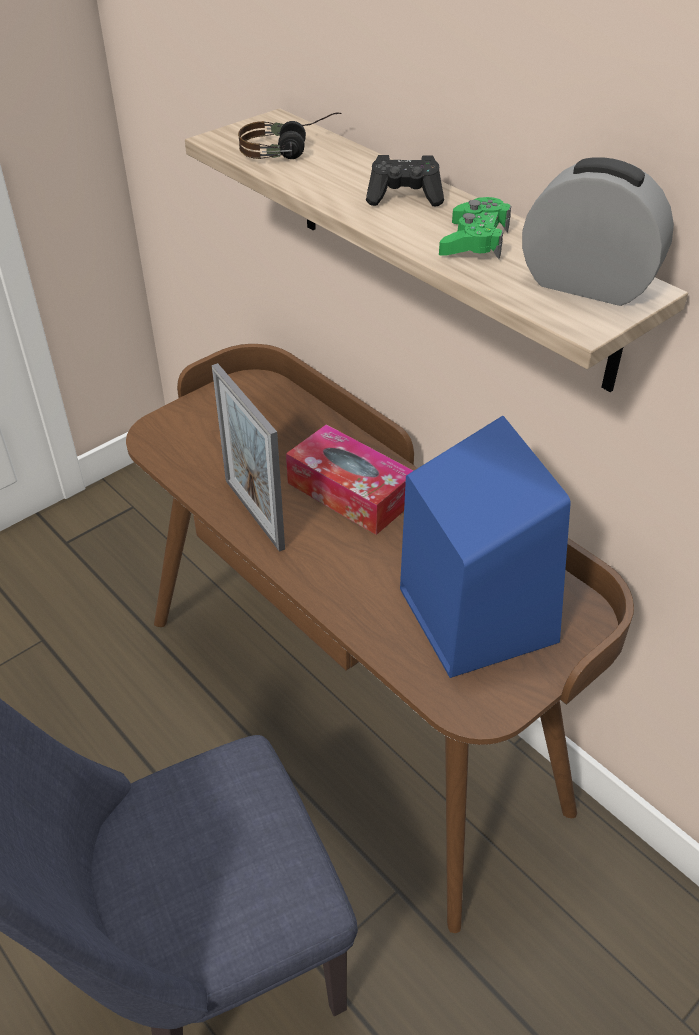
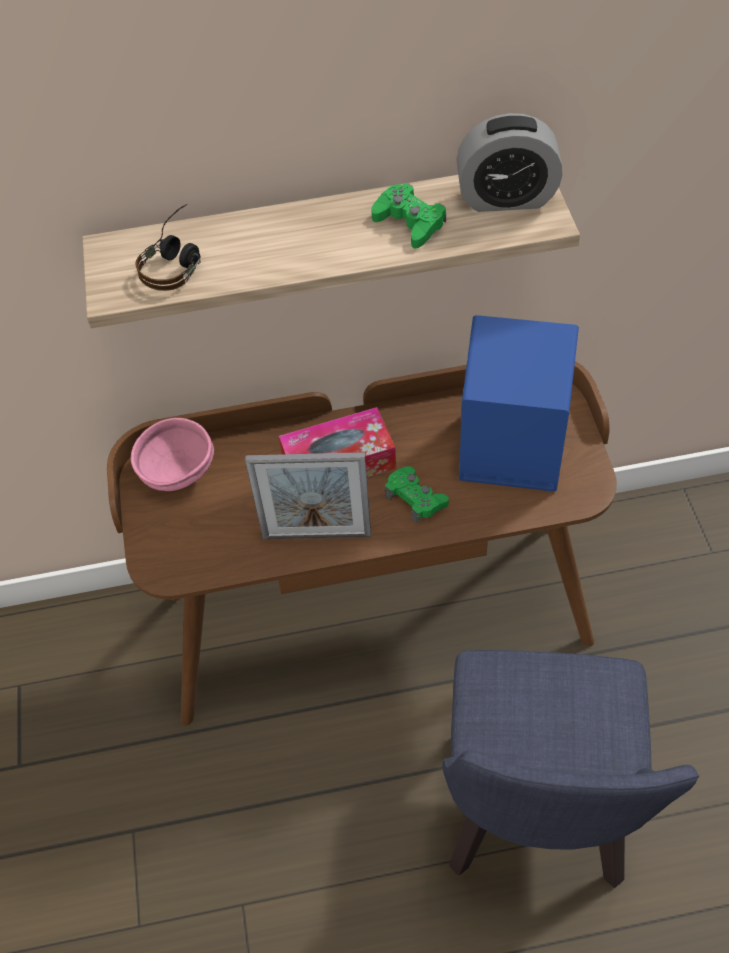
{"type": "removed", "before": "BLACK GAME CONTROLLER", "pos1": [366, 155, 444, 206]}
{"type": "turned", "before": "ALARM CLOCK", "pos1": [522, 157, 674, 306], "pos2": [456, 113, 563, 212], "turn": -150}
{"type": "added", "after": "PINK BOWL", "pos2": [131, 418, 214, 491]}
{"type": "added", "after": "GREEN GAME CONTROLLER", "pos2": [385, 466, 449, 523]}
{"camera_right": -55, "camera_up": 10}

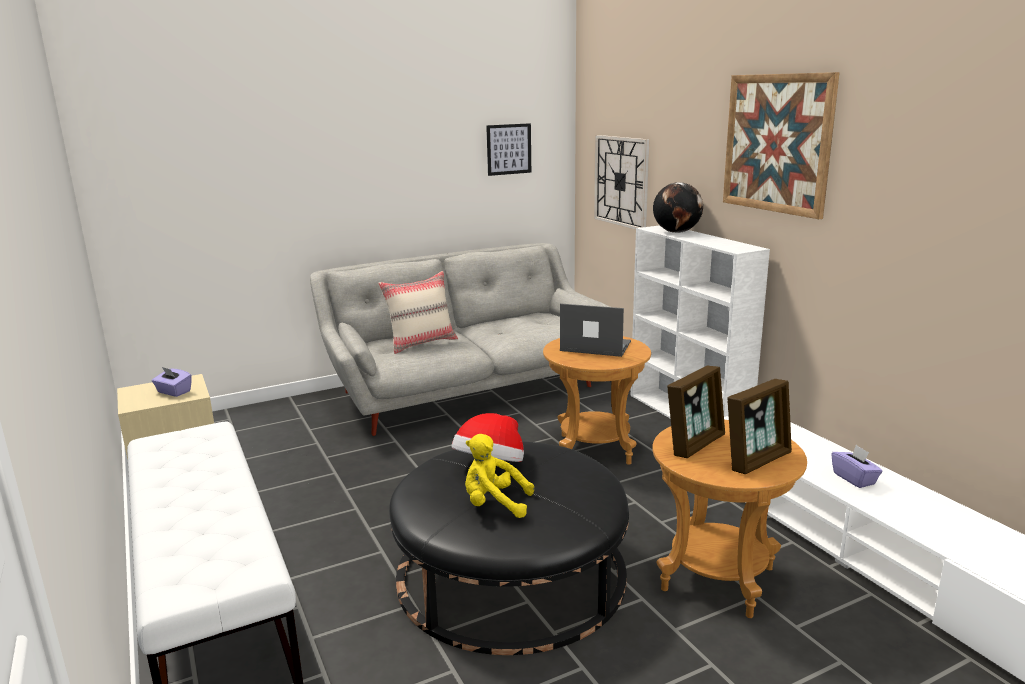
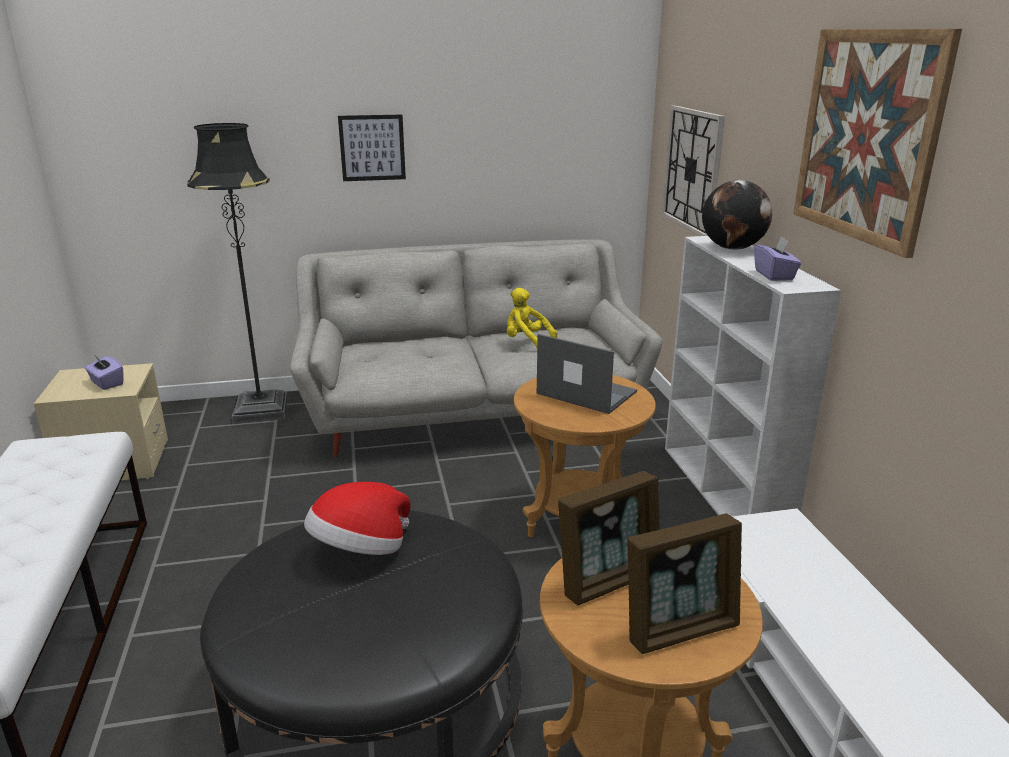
{"type": "removed", "before": "BEIGE PILLOW", "pos1": [378, 271, 458, 354]}
{"type": "moved", "before": "YELLOW PLUSH TOY", "pos1": [465, 434, 534, 518], "pos2": [507, 288, 557, 347]}
{"type": "moved", "before": "PICTURE", "pos1": [486, 123, 531, 176], "pos2": [338, 115, 406, 181]}
{"type": "moved", "before": "PURPLE TISSUE BOX", "pos1": [831, 445, 883, 488], "pos2": [754, 236, 801, 281]}
{"type": "added", "after": "BLACK FLOOR LAMP", "pos2": [187, 123, 288, 424]}
{"camera_right": 15, "camera_up": 5}

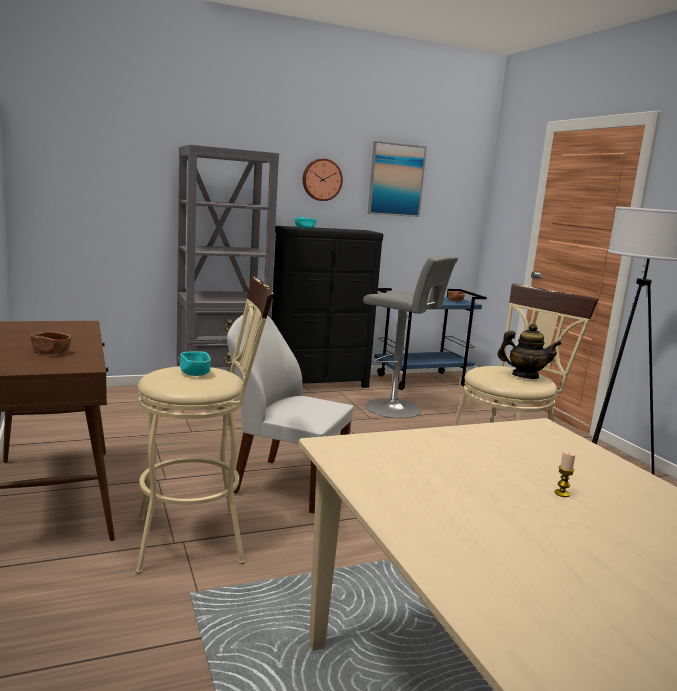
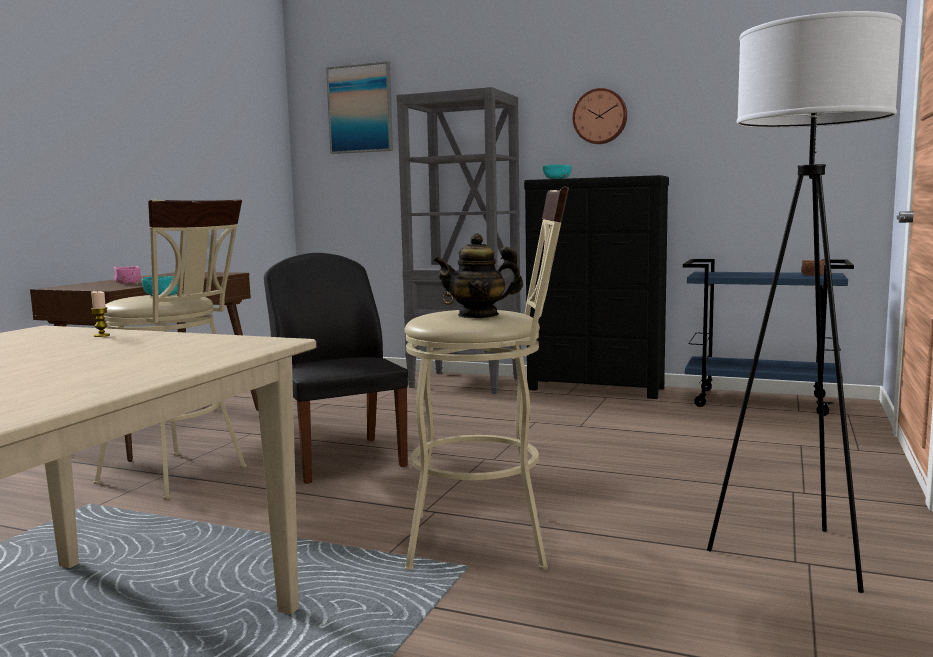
{"type": "recoloured", "before": "BROWN BOWL", "after": "PINK BOWL", "pos1": [30, 331, 71, 354], "pos2": [114, 266, 141, 284]}
{"type": "recoloured", "before": "WHITE CHAIR", "after": "BLACK CHAIR", "pos1": [227, 312, 354, 513], "pos2": [264, 253, 408, 484]}
{"type": "removed", "before": "GREY STOOL", "pos1": [363, 254, 459, 418]}
{"type": "moved", "before": "PICTURE", "pos1": [368, 141, 427, 217], "pos2": [326, 61, 393, 154]}
{"type": "turned", "before": "TEAPOT", "pos1": [497, 324, 561, 379], "pos2": [433, 233, 523, 318], "turn": 120}
{"type": "moved", "before": "CANDLE", "pos1": [555, 451, 575, 497], "pos2": [91, 291, 110, 337]}
{"camera_right": 45, "camera_up": -5}

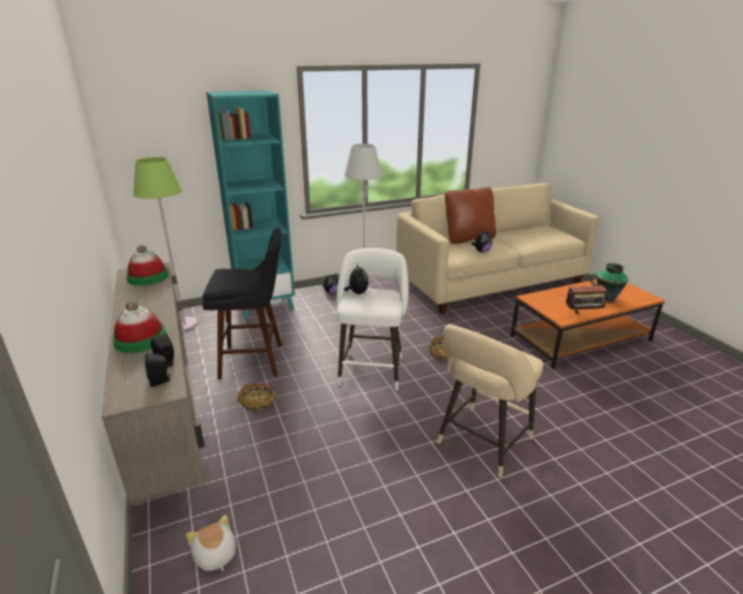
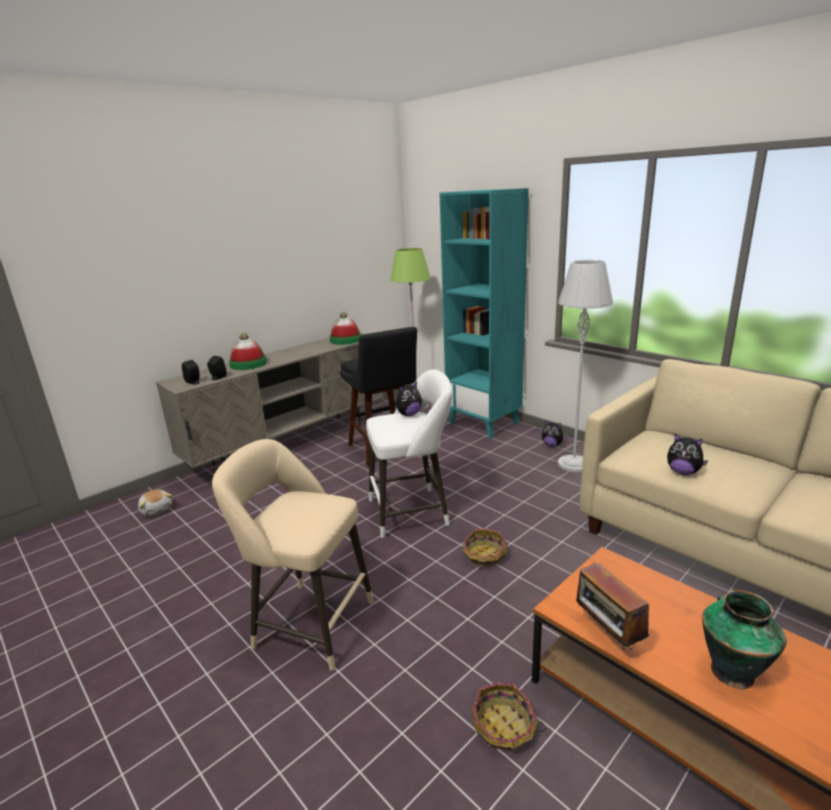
{"type": "turned", "before": "PLUSH TOY", "pos1": [186, 515, 236, 571], "pos2": [138, 489, 172, 516], "turn": 105}
{"type": "moved", "before": "BASKET", "pos1": [237, 383, 275, 412], "pos2": [472, 683, 546, 750]}
{"type": "removed", "before": "BROWN PILLOW", "pos1": [445, 187, 496, 244]}
{"camera_right": 70, "camera_up": -5}

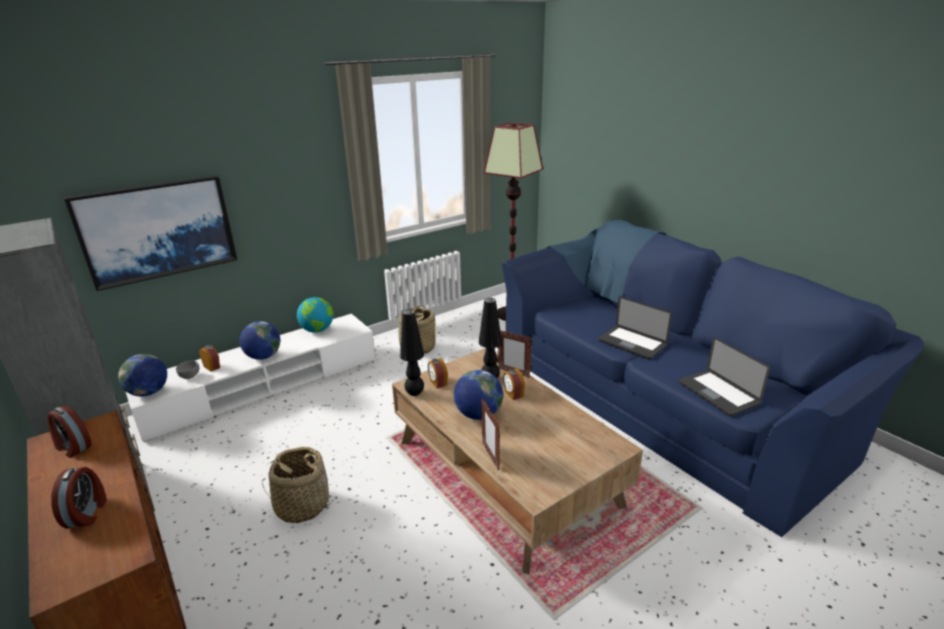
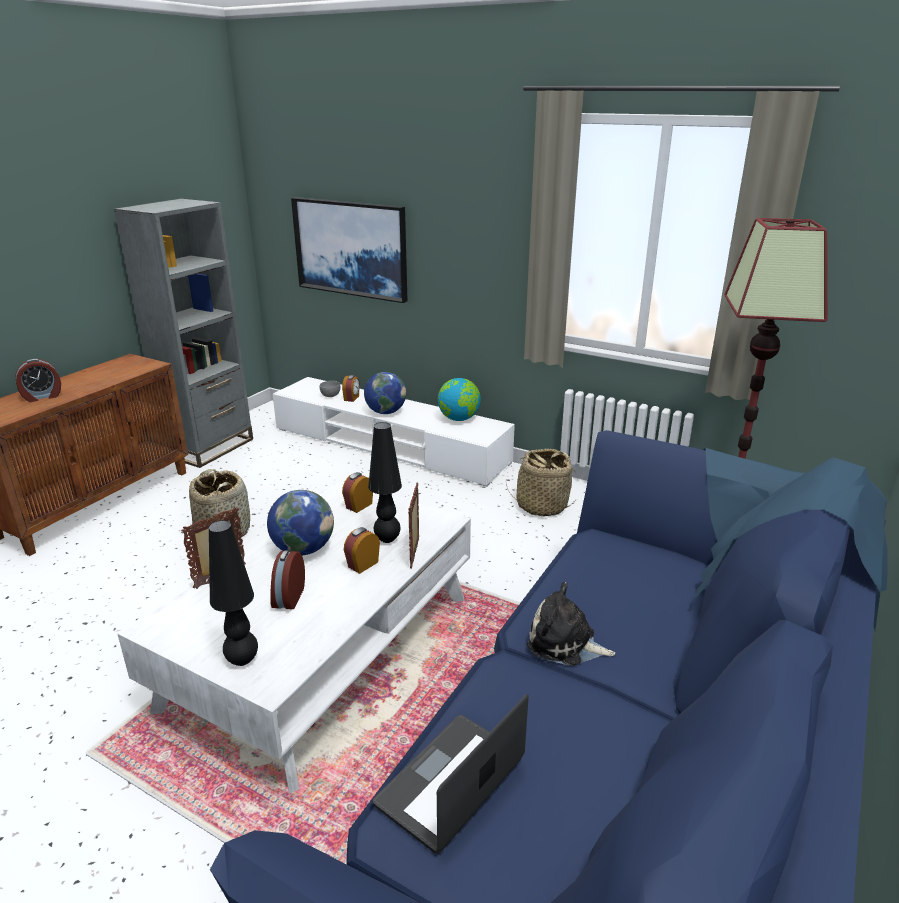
{"type": "moved", "before": "ALARM CLOCK", "pos1": [47, 405, 91, 458], "pos2": [271, 550, 305, 609]}
{"type": "removed", "before": "GLOBE", "pos1": [118, 354, 167, 397]}
{"type": "recoloured", "before": "BROWN COFFEE TABLE", "after": "WHITE COFFEE TABLE", "pos1": [392, 348, 643, 575], "pos2": [117, 480, 471, 793]}
{"type": "moved", "before": "BLACK TABLE LAMP", "pos1": [400, 309, 424, 396], "pos2": [209, 520, 258, 666]}
{"type": "replaced", "before": "LAPTOP", "after": "PLUSH TOY", "pos1": [598, 296, 672, 359], "pos2": [527, 582, 615, 666]}
{"camera_right": 65, "camera_up": 0}

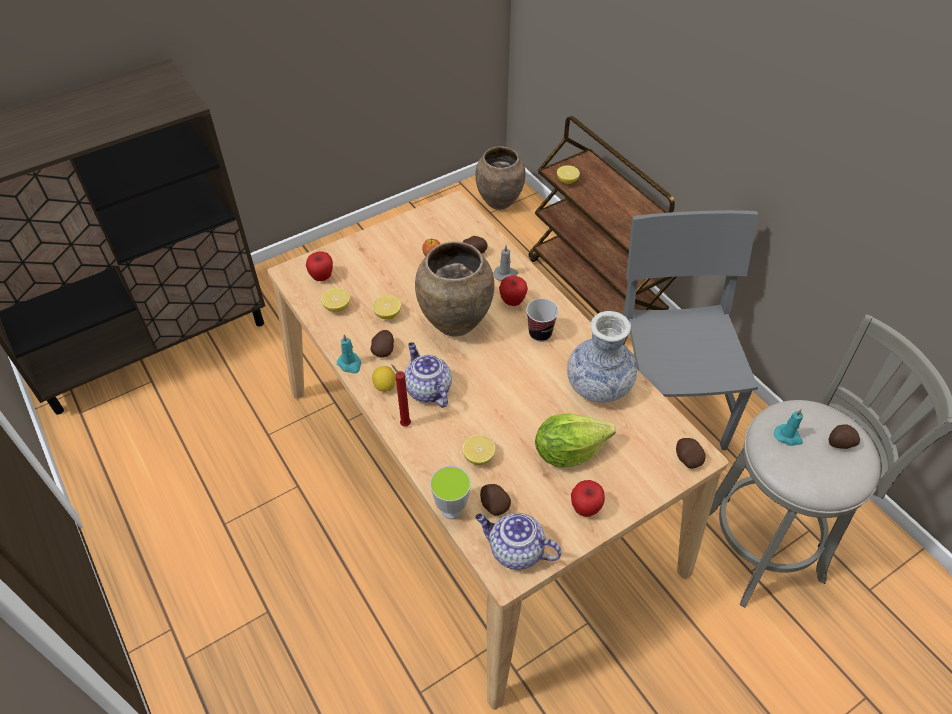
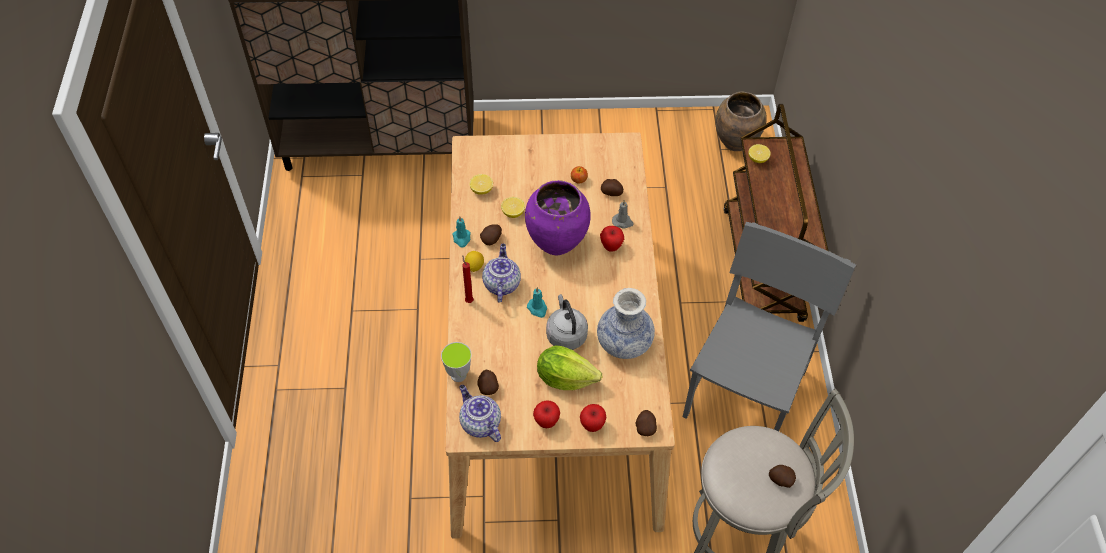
{"type": "moved", "before": "APPLE", "pos1": [306, 251, 333, 281], "pos2": [580, 404, 607, 432]}
{"type": "recoloured", "before": "BROWN VASE", "after": "PURPLE VASE", "pos1": [415, 241, 495, 336], "pos2": [525, 180, 591, 255]}
{"type": "removed", "before": "LEMON", "pos1": [462, 435, 496, 465]}
{"type": "removed", "before": "CUP", "pos1": [526, 299, 559, 342]}
{"type": "moved", "before": "TURQUOISE CANDLE", "pos1": [774, 409, 804, 446], "pos2": [527, 287, 547, 318]}
{"type": "added", "after": "GREY KETTLE", "pos2": [546, 294, 588, 350]}
{"camera_right": 30, "camera_up": 5}

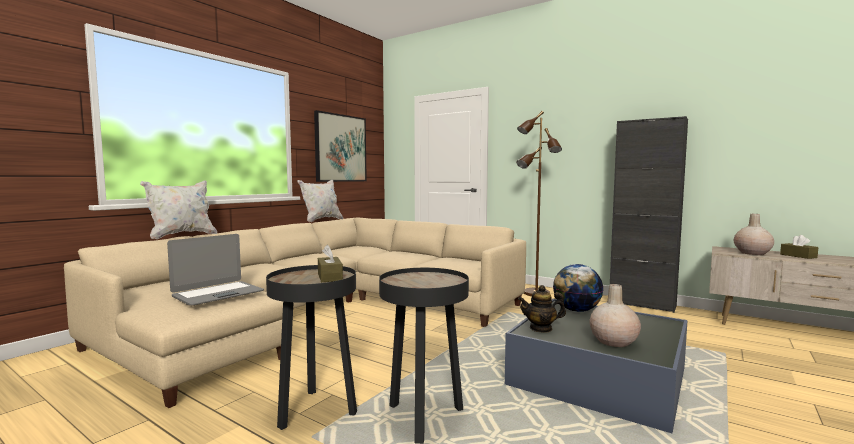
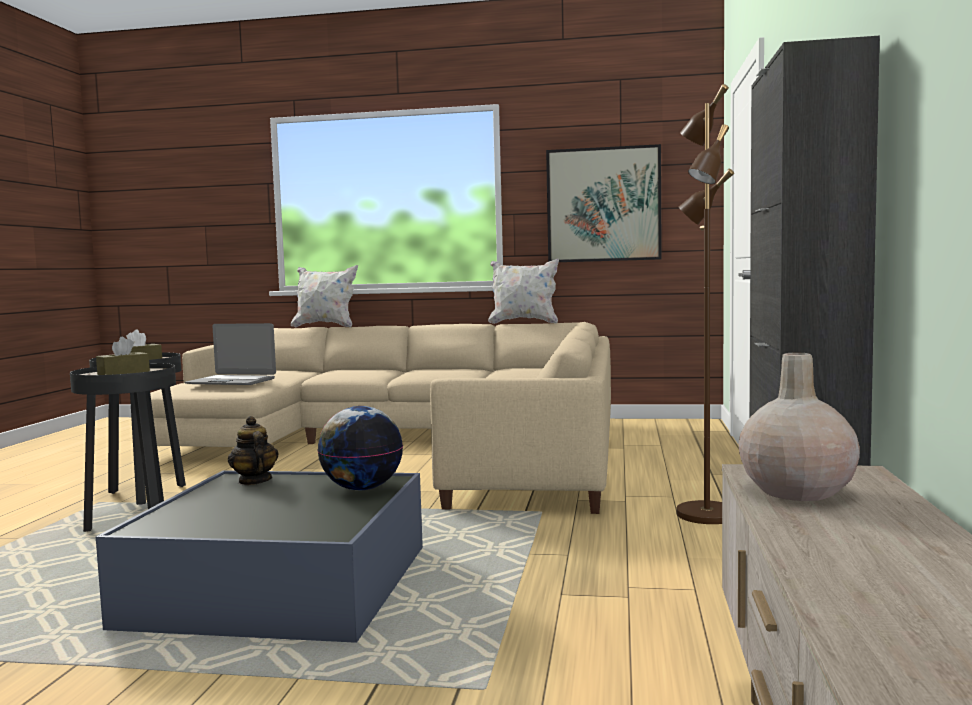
{"type": "removed", "before": "BEIGE VASE", "pos1": [589, 284, 641, 347]}
{"type": "moved", "before": "BROWN TISSUE BOX", "pos1": [780, 235, 818, 259], "pos2": [96, 337, 150, 375]}
{"camera_right": 65, "camera_up": 0}

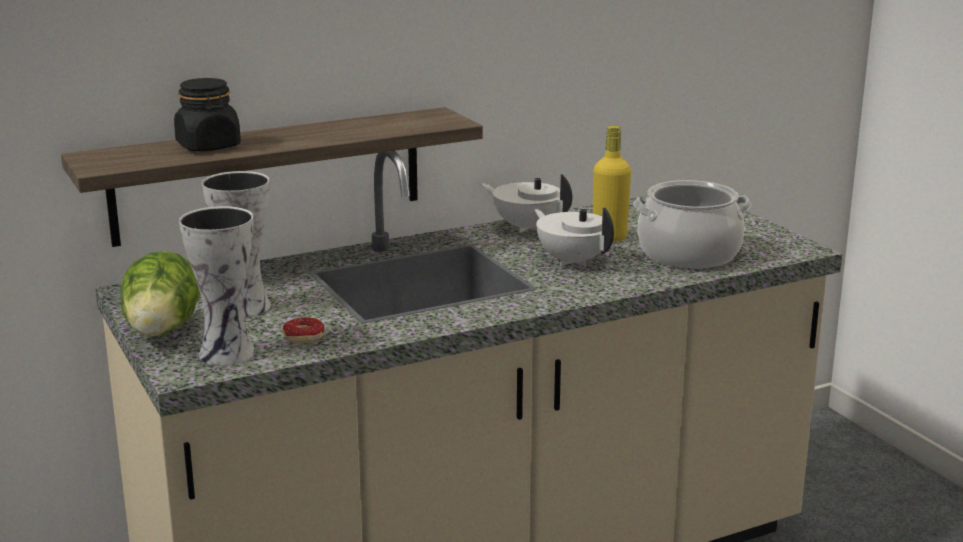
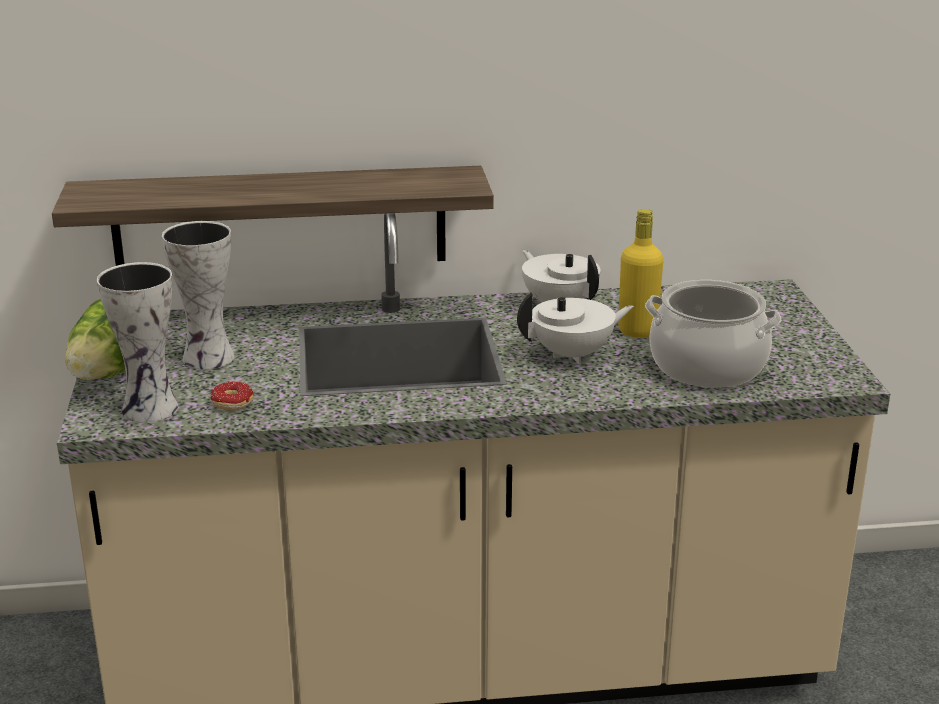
{"type": "removed", "before": "BLACK JAR", "pos1": [174, 78, 241, 151]}
{"type": "turned", "before": "WHITE TEAPOT", "pos1": [534, 207, 614, 267], "pos2": [517, 293, 634, 365], "turn": 90}
{"camera_right": 20, "camera_up": 5}

